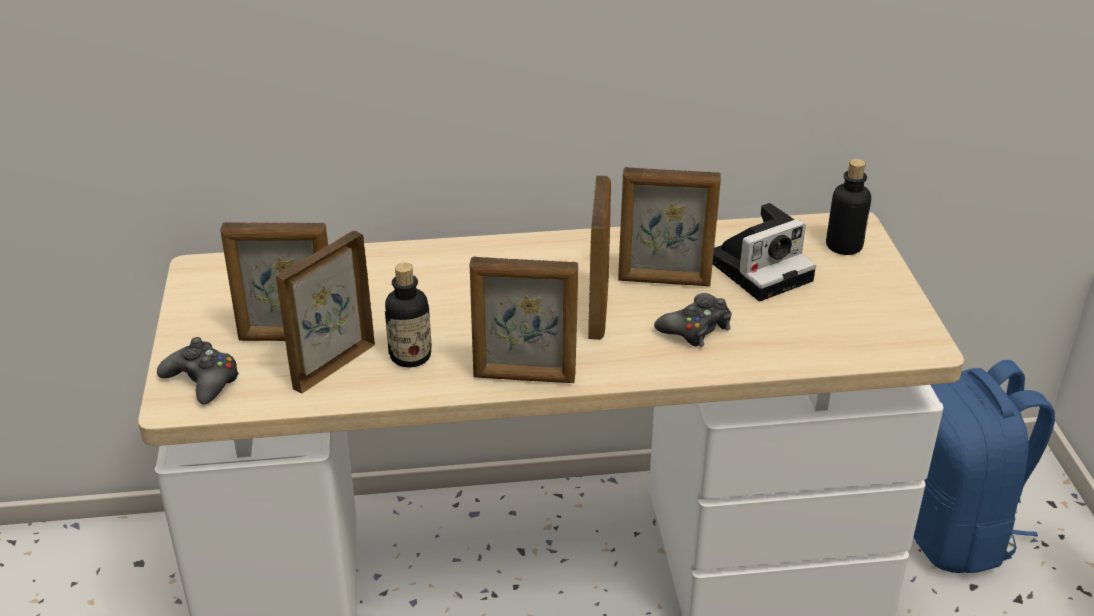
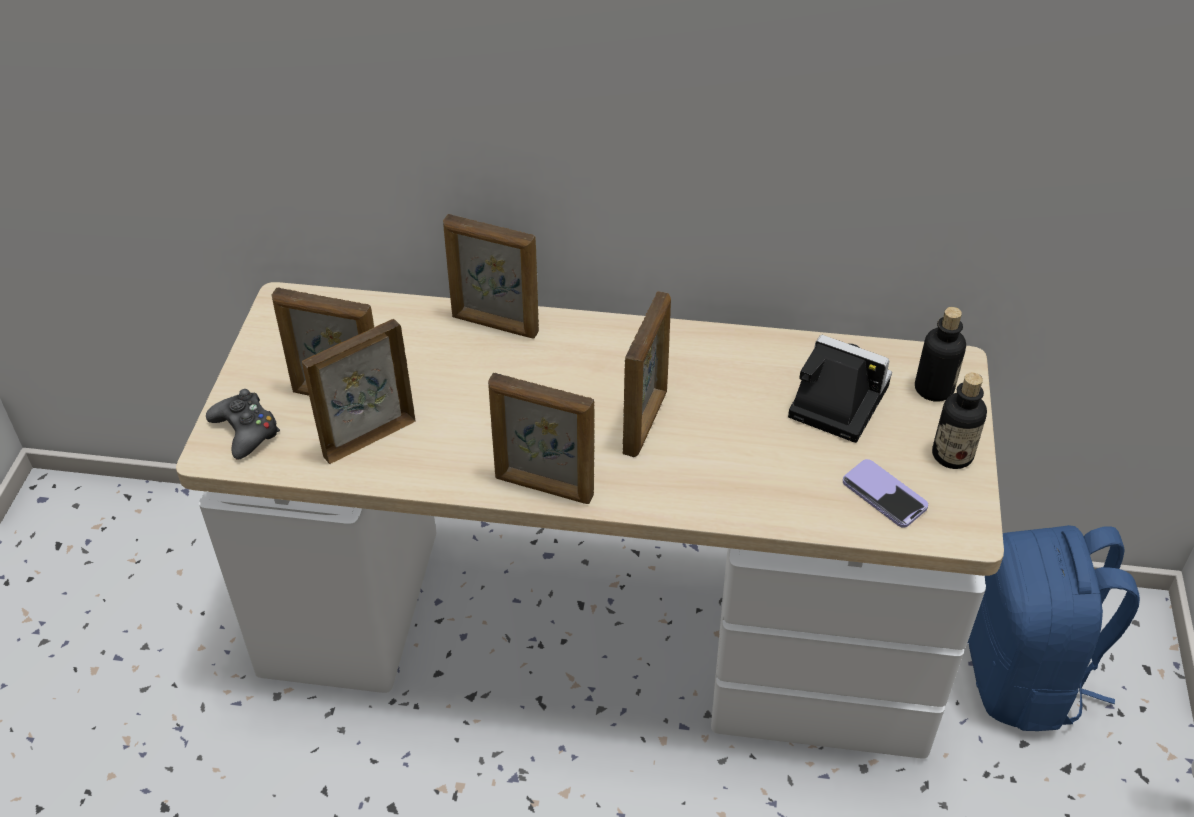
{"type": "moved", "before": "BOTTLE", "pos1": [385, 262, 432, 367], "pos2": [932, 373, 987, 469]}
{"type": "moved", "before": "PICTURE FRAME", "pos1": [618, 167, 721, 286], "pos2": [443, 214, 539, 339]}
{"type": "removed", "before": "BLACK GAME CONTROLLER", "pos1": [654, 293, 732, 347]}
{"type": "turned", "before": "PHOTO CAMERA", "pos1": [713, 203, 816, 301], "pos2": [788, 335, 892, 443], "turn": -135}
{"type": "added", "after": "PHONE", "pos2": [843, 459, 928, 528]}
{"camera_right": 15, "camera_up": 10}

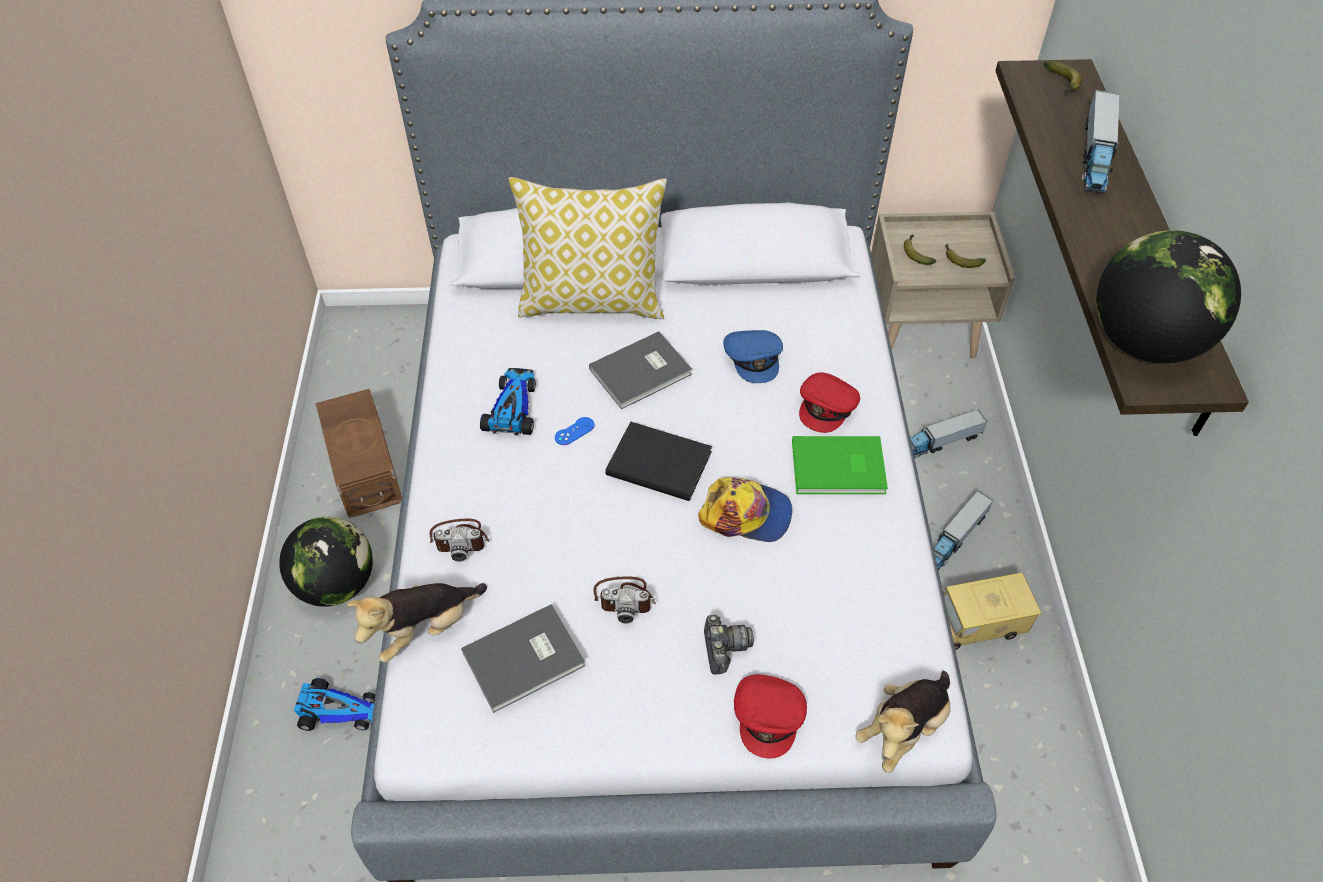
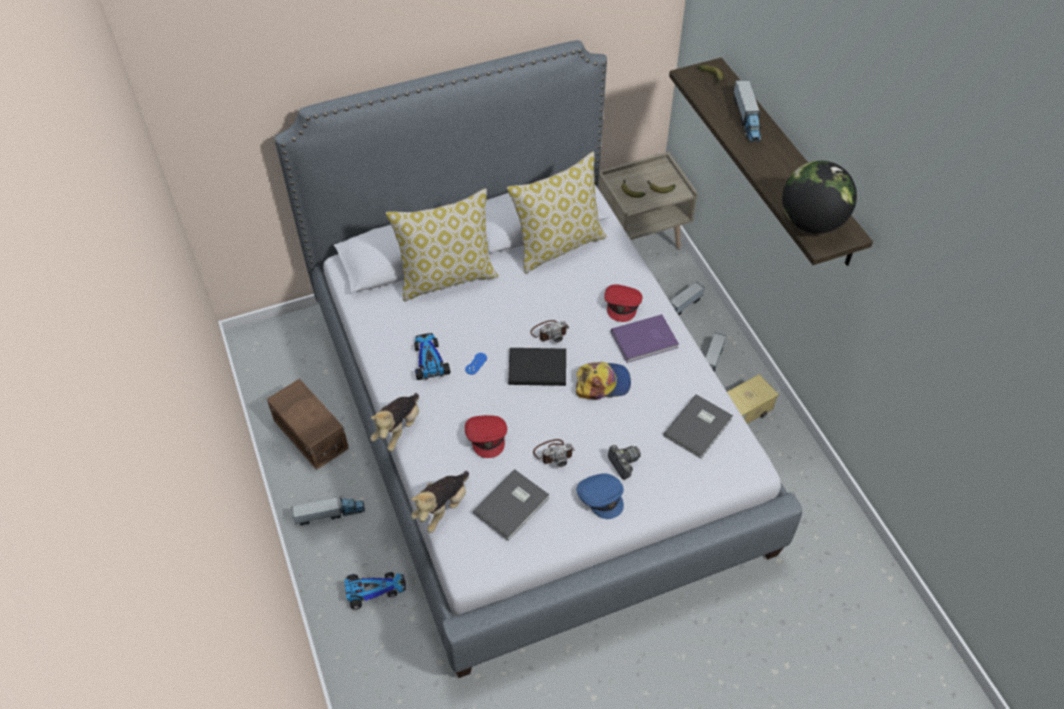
{"type": "replaced", "before": "GLOBE", "after": "TOY TRUCK", "pos1": [279, 517, 373, 607], "pos2": [291, 496, 365, 526]}
{"type": "moved", "before": "PHOTO CAMERA", "pos1": [429, 519, 489, 562], "pos2": [530, 320, 569, 343]}
{"type": "moved", "before": "GREY BOOK", "pos1": [589, 331, 692, 409], "pos2": [663, 394, 733, 459]}
{"type": "moved", "before": "BLUE CAP", "pos1": [723, 330, 783, 383], "pos2": [576, 473, 624, 519]}
{"type": "moved", "before": "RED CAP", "pos1": [734, 674, 807, 759], "pos2": [465, 415, 507, 458]}
{"type": "recoloured", "before": "GREEN BOOK", "after": "PURPLE BOOK", "pos1": [792, 436, 888, 494], "pos2": [611, 314, 679, 363]}
{"type": "moved", "before": "PLUSH TOY", "pos1": [855, 671, 951, 773], "pos2": [370, 393, 419, 451]}
{"type": "added", "after": "PILLOW", "pos2": [507, 152, 607, 274]}
{"camera_right": -20, "camera_up": 0}

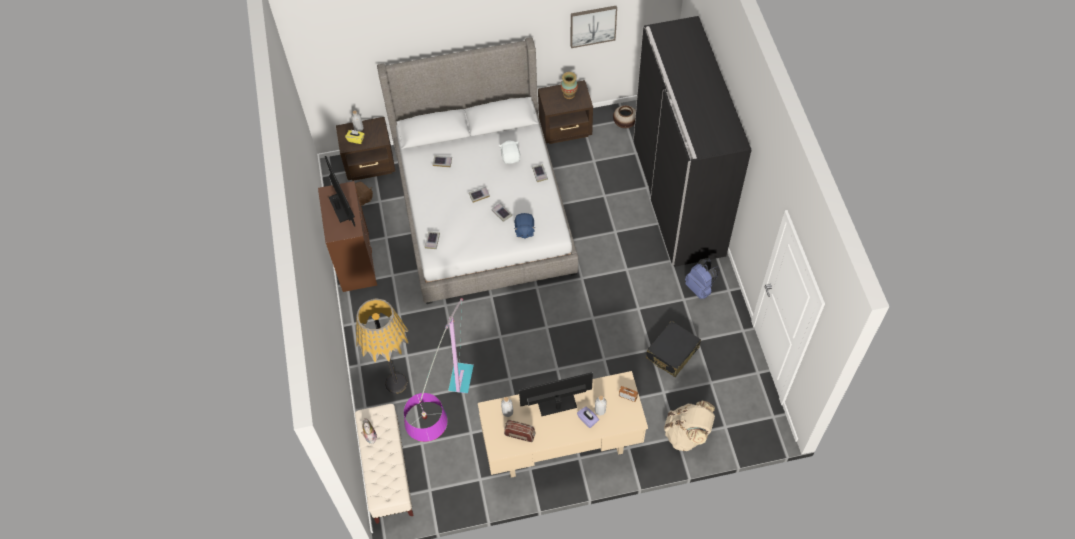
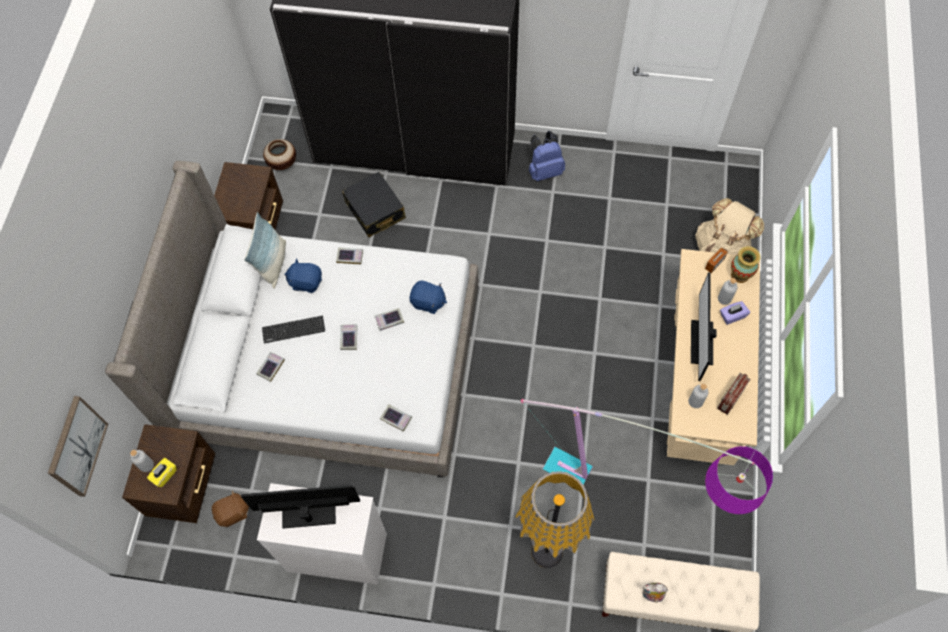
{"type": "recoloured", "before": "BROWN DRESSER", "after": "WHITE DRESSER", "pos1": [318, 181, 377, 292], "pos2": [257, 483, 387, 585]}
{"type": "recoloured", "before": "WHITE PLUSH TOY", "after": "BLUE PLUSH TOY", "pos1": [499, 140, 521, 164], "pos2": [284, 258, 322, 293]}
{"type": "moved", "before": "VASE", "pos1": [561, 72, 578, 99], "pos2": [731, 246, 761, 283]}
{"type": "moved", "before": "PICTURE", "pos1": [571, 6, 617, 48], "pos2": [48, 396, 108, 497]}
{"type": "moved", "before": "BLACK SUITCASE", "pos1": [646, 321, 701, 377], "pos2": [342, 172, 406, 237]}
{"type": "added", "after": "PILLOW", "pos2": [244, 212, 286, 289]}
{"type": "added", "after": "KEYBOARD", "pos2": [262, 316, 325, 343]}
{"camera_right": -70, "camera_up": 5}

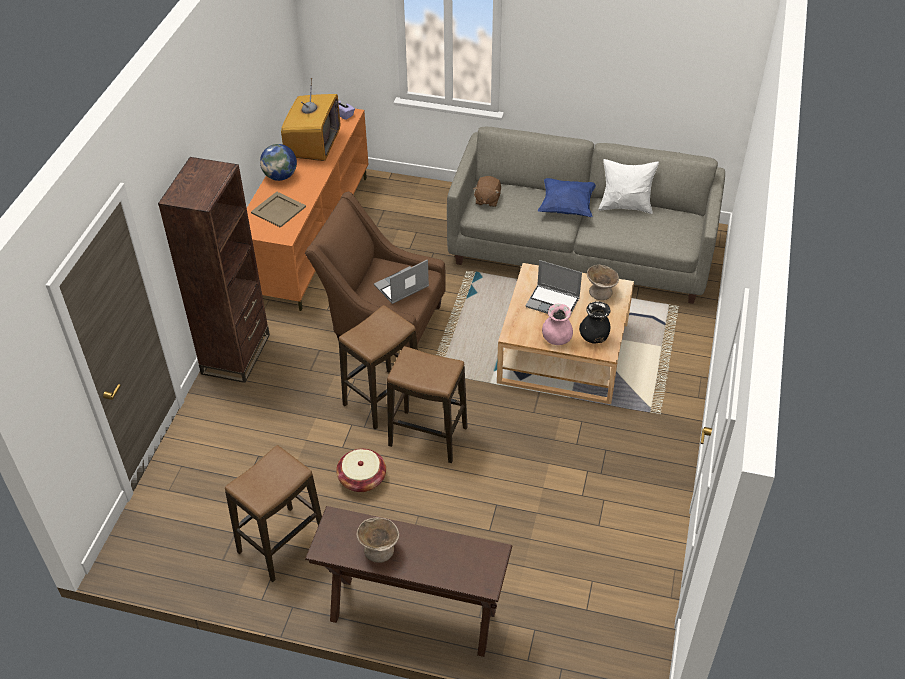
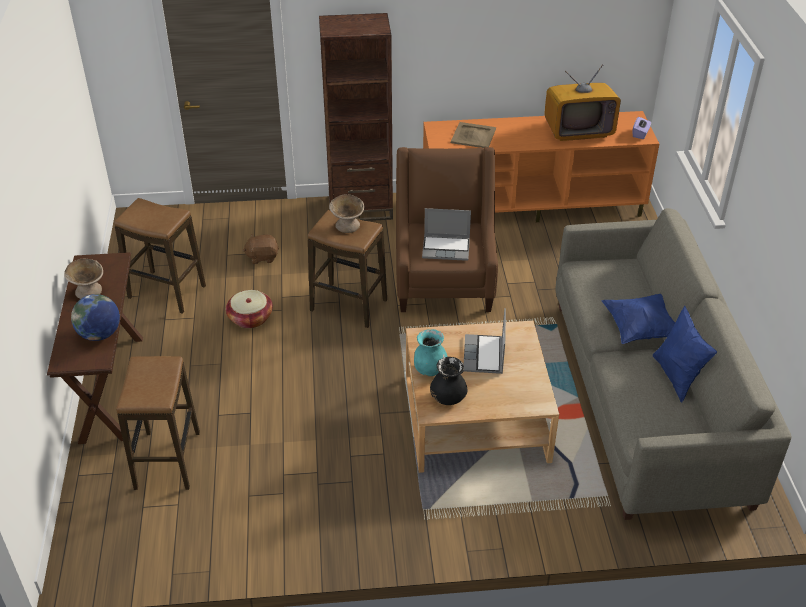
{"type": "moved", "before": "GLOBE", "pos1": [260, 144, 297, 181], "pos2": [71, 294, 120, 341]}
{"type": "turned", "before": "LAPTOP", "pos1": [374, 259, 429, 304], "pos2": [422, 208, 471, 261], "turn": 150}
{"type": "moved", "before": "STOOL", "pos1": [387, 346, 468, 463], "pos2": [116, 356, 200, 490]}
{"type": "moved", "before": "BROWN PLUSH TOY", "pos1": [473, 176, 501, 207], "pos2": [243, 234, 279, 264]}
{"type": "recoloured", "before": "PINK VASE", "after": "TURQUOISE VASE", "pos1": [542, 304, 573, 345], "pos2": [414, 329, 448, 376]}
{"type": "moved", "before": "BEIGE BOWL", "pos1": [587, 264, 619, 300], "pos2": [329, 195, 364, 233]}
{"type": "recoloured", "before": "WHITE PILLOW", "after": "BLUE PILLOW", "pos1": [598, 159, 659, 214], "pos2": [653, 306, 717, 403]}
{"camera_right": 70, "camera_up": -5}

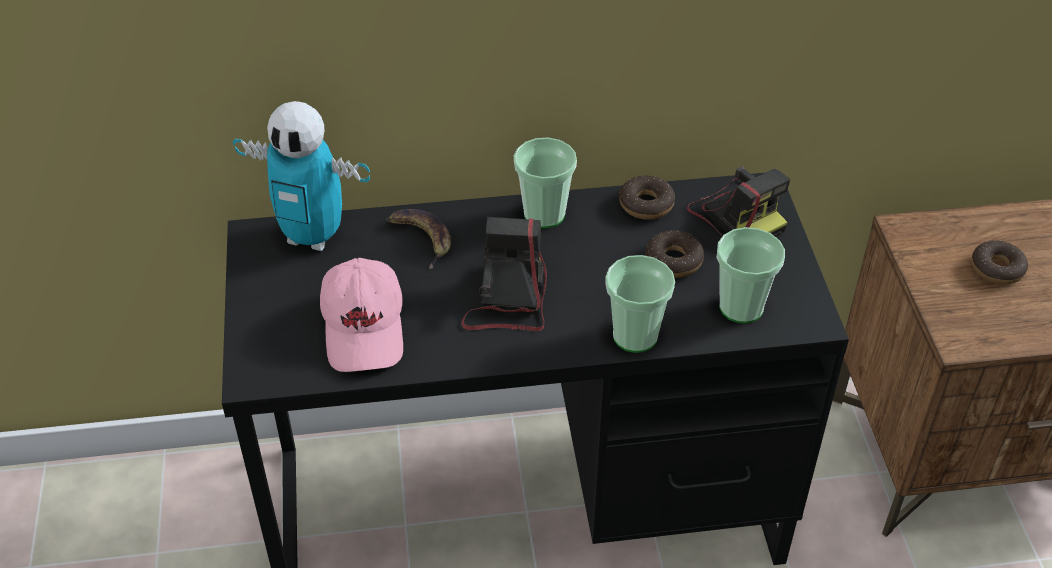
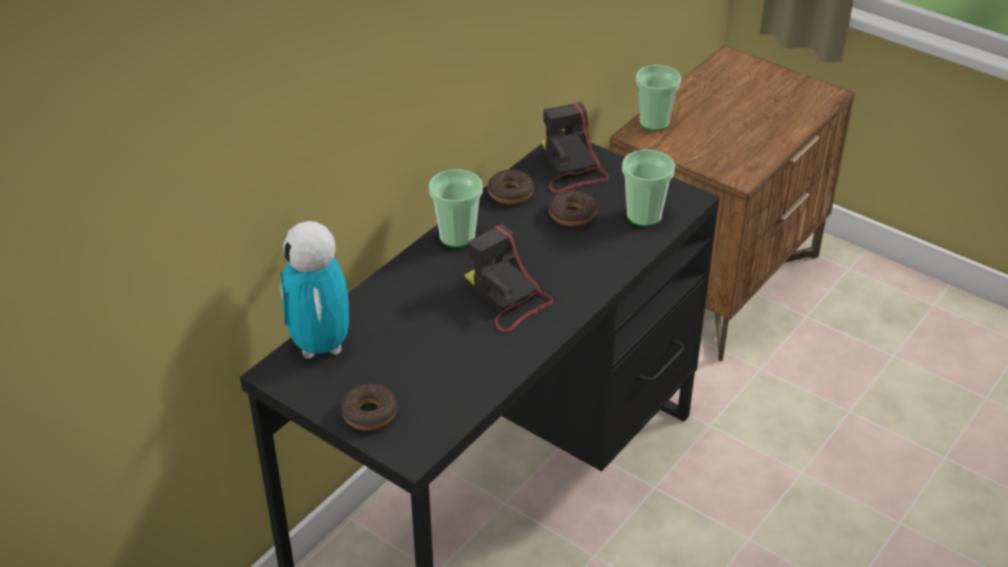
{"type": "turned", "before": "TOY ROBOT", "pos1": [233, 101, 370, 251], "pos2": [280, 221, 349, 359], "turn": 105}
{"type": "removed", "before": "PINK CAP", "pos1": [320, 258, 403, 372]}
{"type": "removed", "before": "BANANA", "pos1": [386, 209, 451, 269]}
{"type": "moved", "before": "CUP", "pos1": [605, 255, 675, 353], "pos2": [636, 65, 681, 131]}
{"type": "turned", "before": "PHOTO CAMERA", "pos1": [687, 166, 790, 236], "pos2": [541, 102, 609, 193], "turn": -120}
{"type": "moved", "before": "DONUT", "pos1": [972, 240, 1028, 285], "pos2": [341, 384, 397, 431]}
{"camera_right": -45, "camera_up": -5}

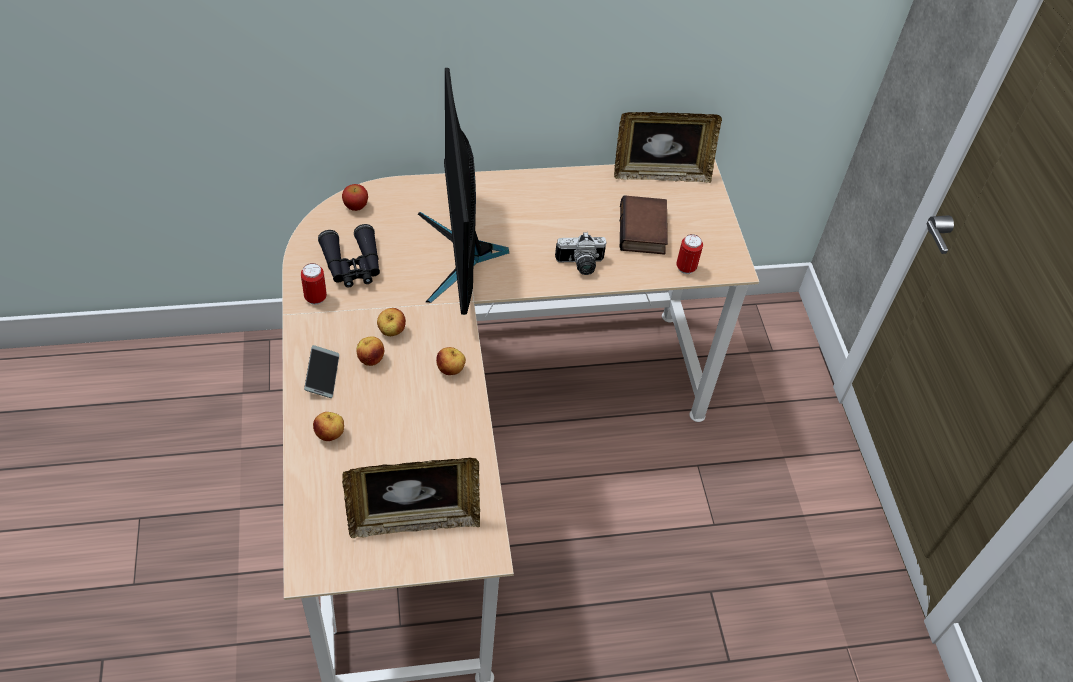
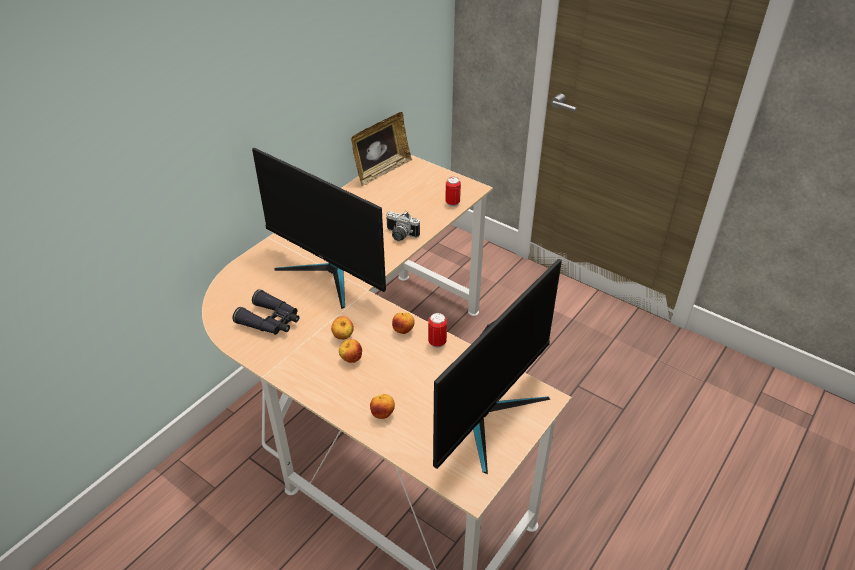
{"type": "moved", "before": "CAN", "pos1": [301, 263, 327, 305], "pos2": [428, 313, 447, 348]}
{"type": "removed", "before": "PHONE", "pos1": [304, 345, 339, 398]}
{"type": "removed", "before": "APPLE", "pos1": [342, 184, 368, 211]}
{"type": "replaced", "before": "PICTURE FRAME", "after": "MONITOR", "pos1": [342, 458, 480, 538], "pos2": [433, 259, 562, 474]}
{"type": "turned", "before": "PHOTO CAMERA", "pos1": [555, 232, 606, 275], "pos2": [386, 211, 420, 241], "turn": 75}
{"type": "removed", "before": "BOOK", "pos1": [620, 195, 668, 255]}
{"camera_right": -40, "camera_up": -10}

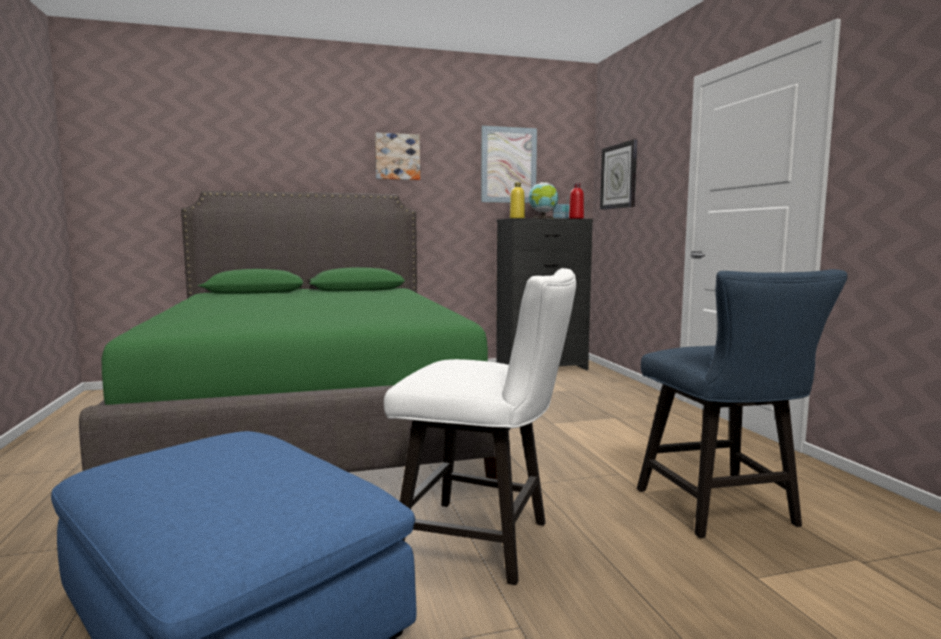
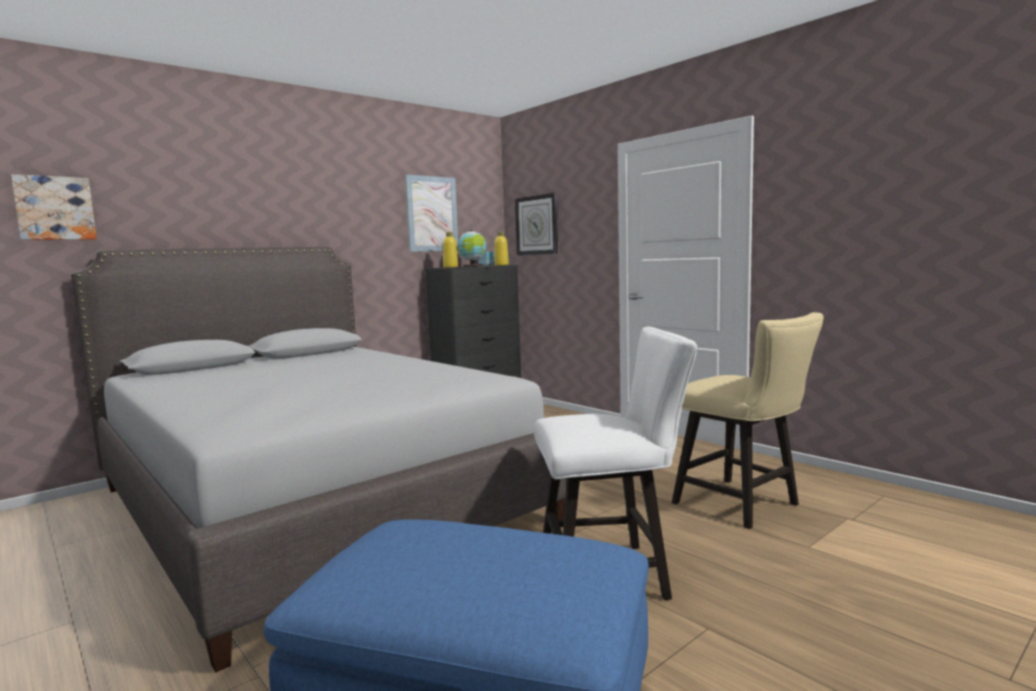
{"type": "recoloured", "before": "GREEN BED", "after": "GREY BED", "pos1": [79, 191, 497, 479], "pos2": [71, 247, 567, 672]}
{"type": "moved", "before": "PICTURE", "pos1": [375, 133, 420, 180], "pos2": [11, 174, 97, 240]}
{"type": "recoloured", "before": "RED BOTTLE", "after": "YELLOW BOTTLE", "pos1": [569, 183, 584, 219], "pos2": [494, 232, 509, 265]}
{"type": "recoloured", "before": "BLUE CHAIR", "after": "BEIGE CHAIR", "pos1": [637, 269, 847, 538], "pos2": [672, 312, 824, 529]}
{"camera_right": -25, "camera_up": 0}

